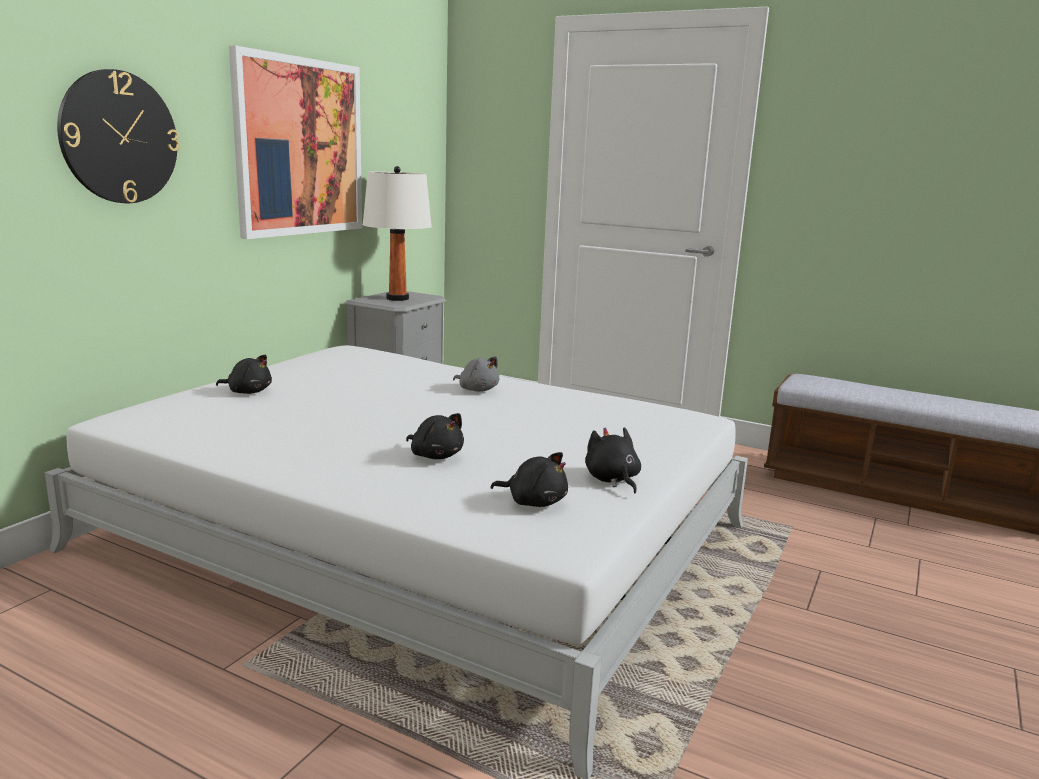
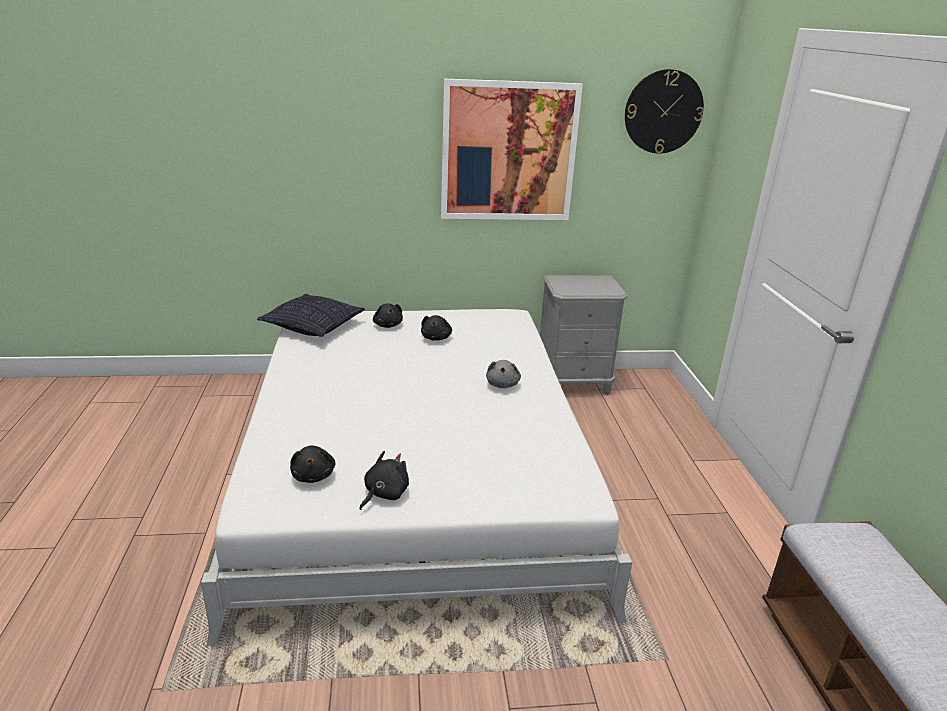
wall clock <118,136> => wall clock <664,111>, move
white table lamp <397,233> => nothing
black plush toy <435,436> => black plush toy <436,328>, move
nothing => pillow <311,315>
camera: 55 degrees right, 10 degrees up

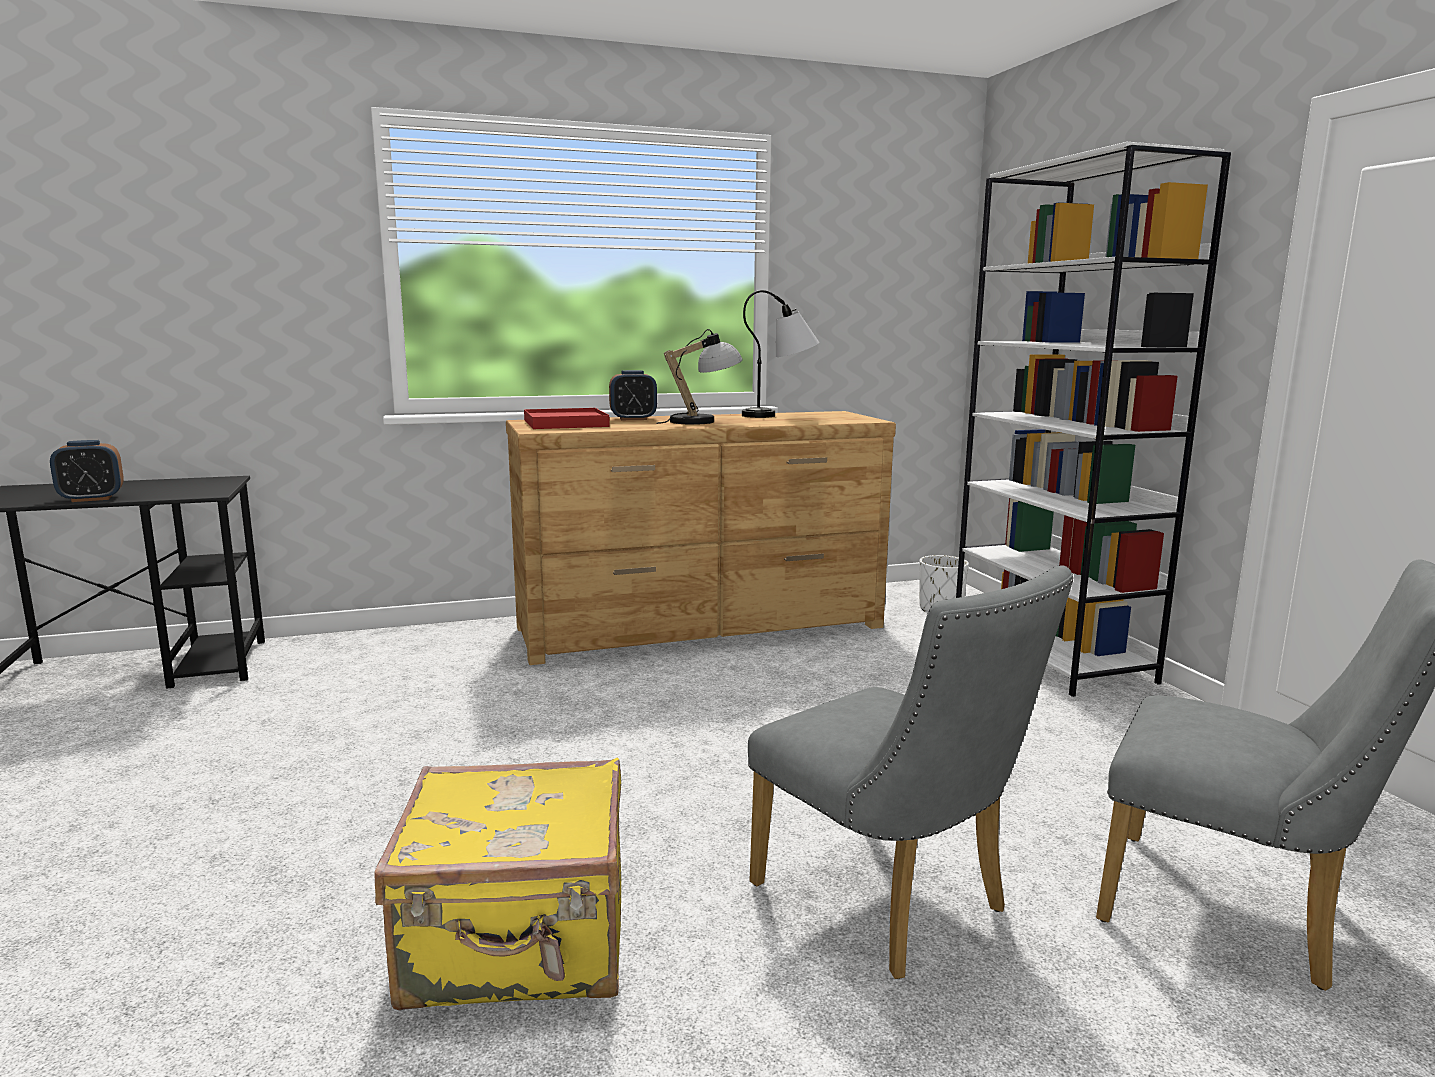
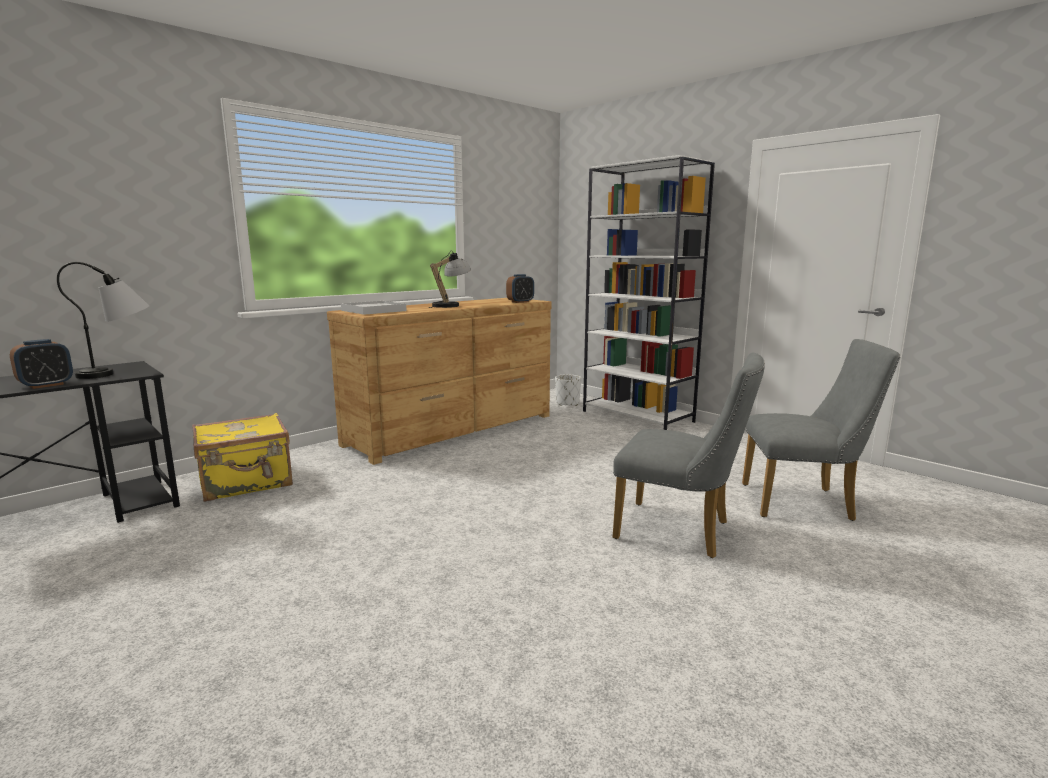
table lamp <780,354> => table lamp <103,320>, move
alarm clock <633,395> => alarm clock <520,288>, move
red tray <567,418> => white tray <373,308>
yellow suitcase <497,884> => yellow suitcase <242,457>, move
camera: 25 degrees left, 0 degrees up

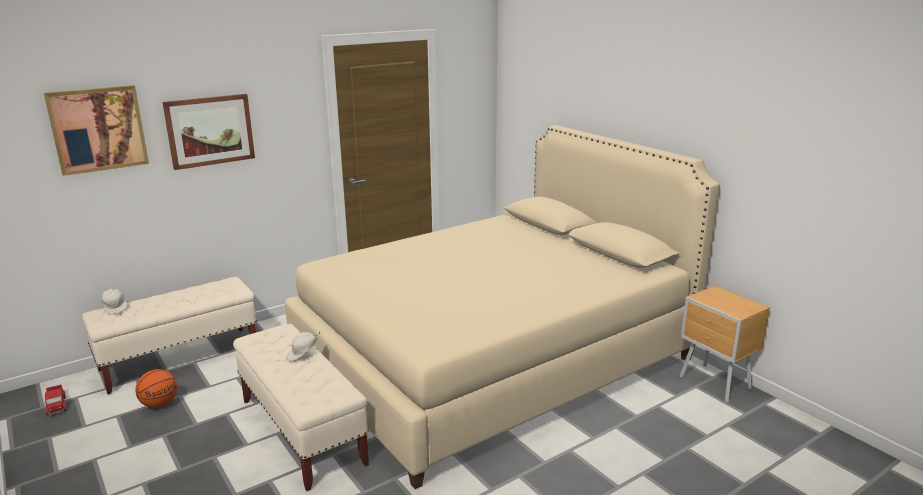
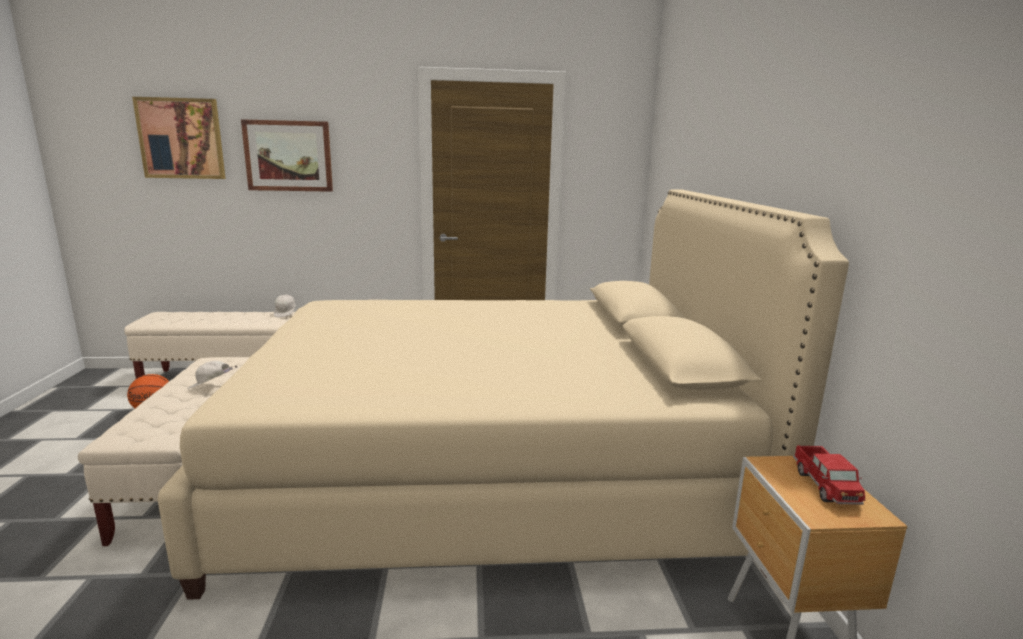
white cap <114,302> => white cap <285,306>, move
toy truck <54,400> => toy truck <829,475>, move
camera: 30 degrees right, 5 degrees down

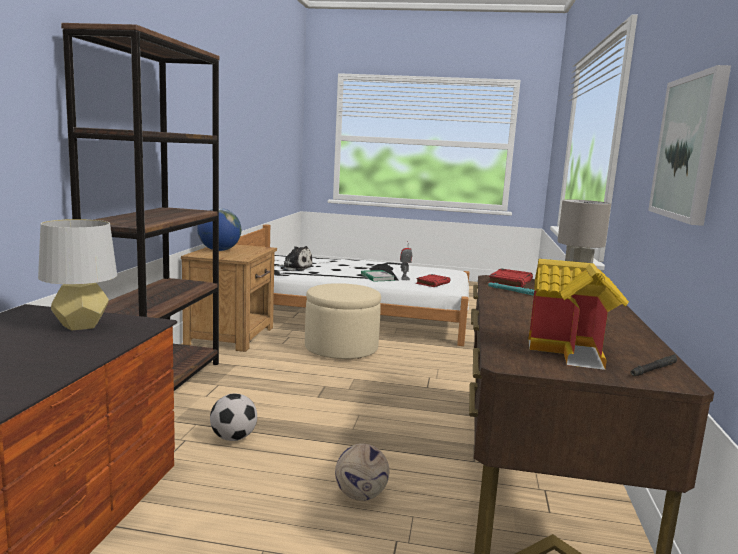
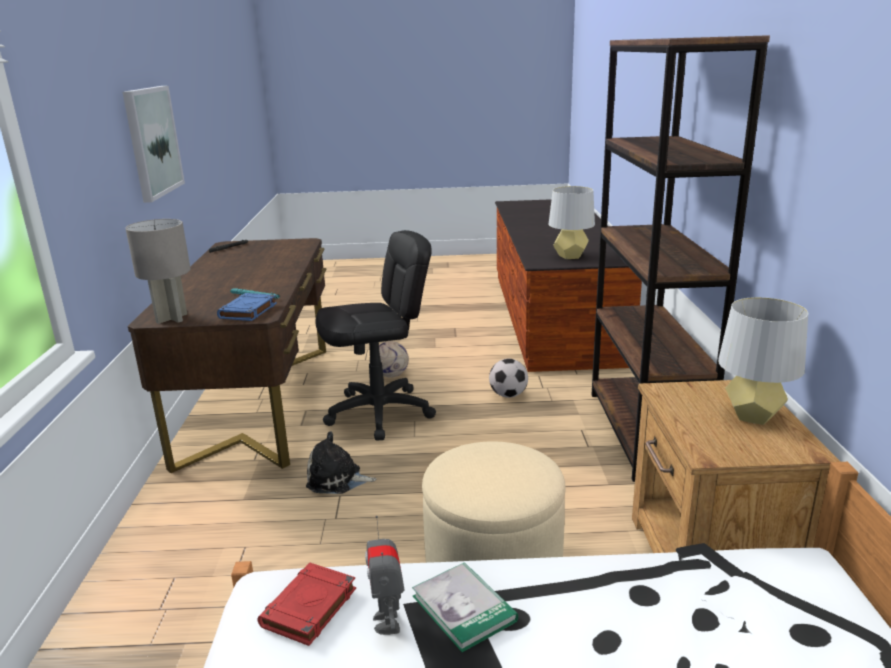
globe <219,229> => grey table lamp <763,361>
plush toy <294,258> => plush toy <341,462>, move
toy house <578,314> => nothing
red book <510,278> => blue book <247,307>
nothing => black office chair <375,335>
camera: 170 degrees right, 10 degrees up

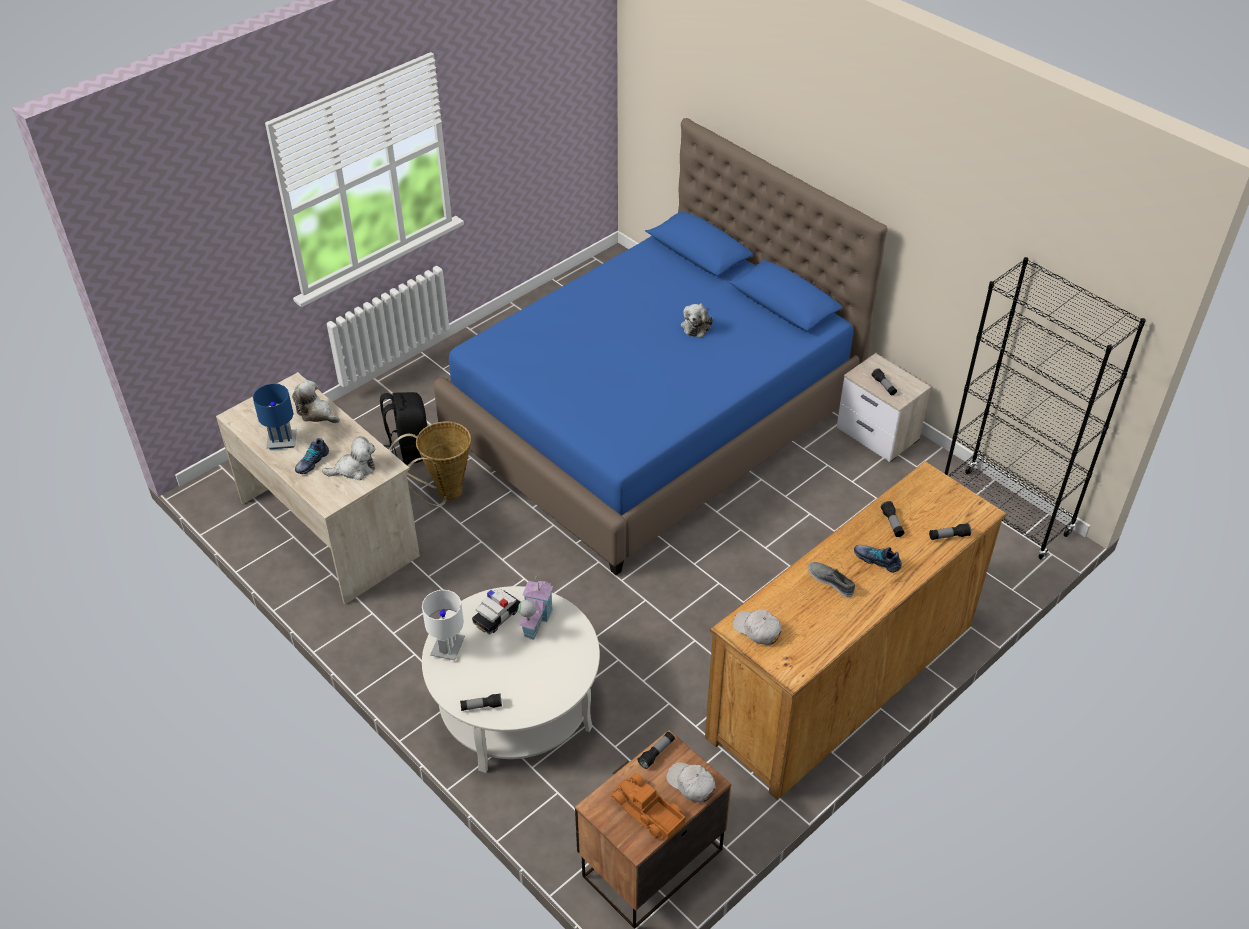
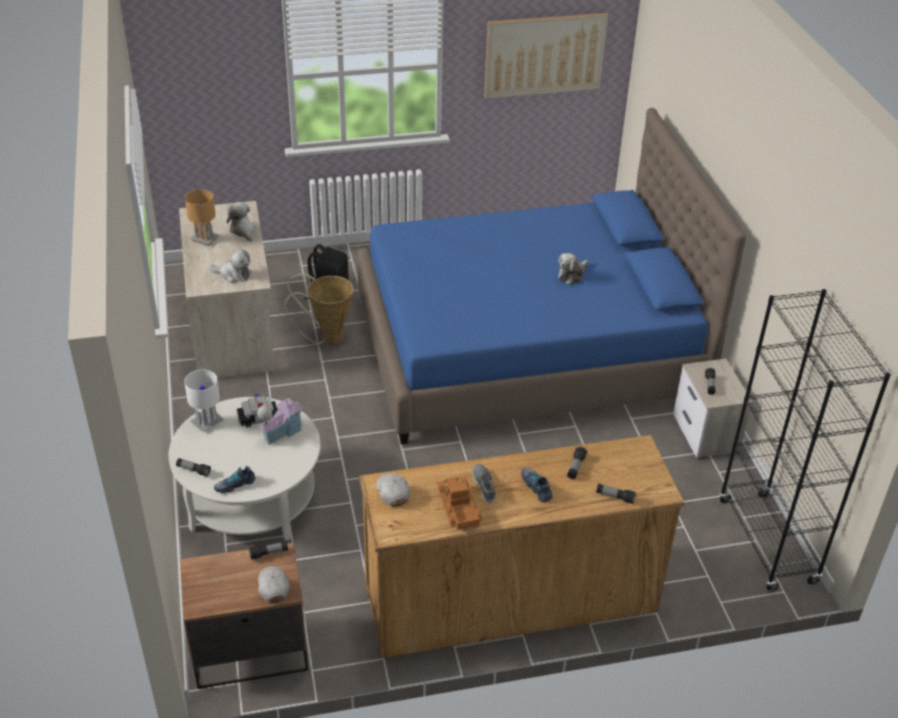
blue table lamp <275,416> => brown table lamp <202,217>
shoe <312,456> => shoe <234,479>, move
toy truck <648,806> => toy truck <459,503>, move
nothing => picture <546,56>
camera: 30 degrees right, 5 degrees down

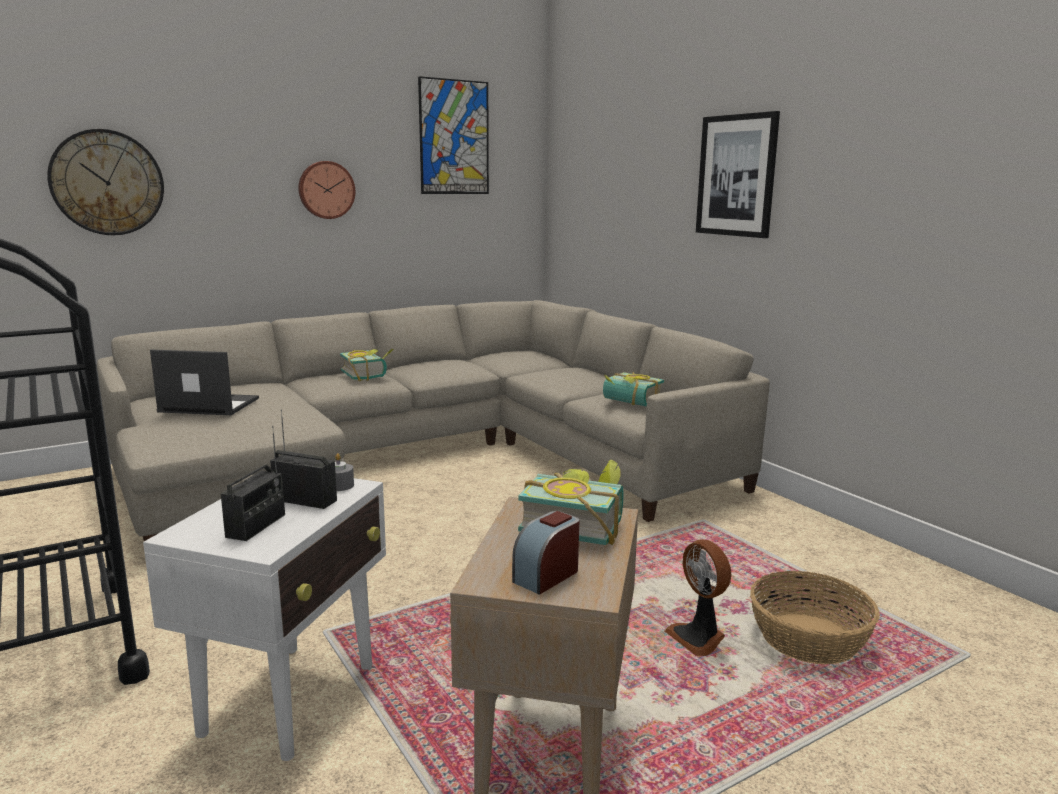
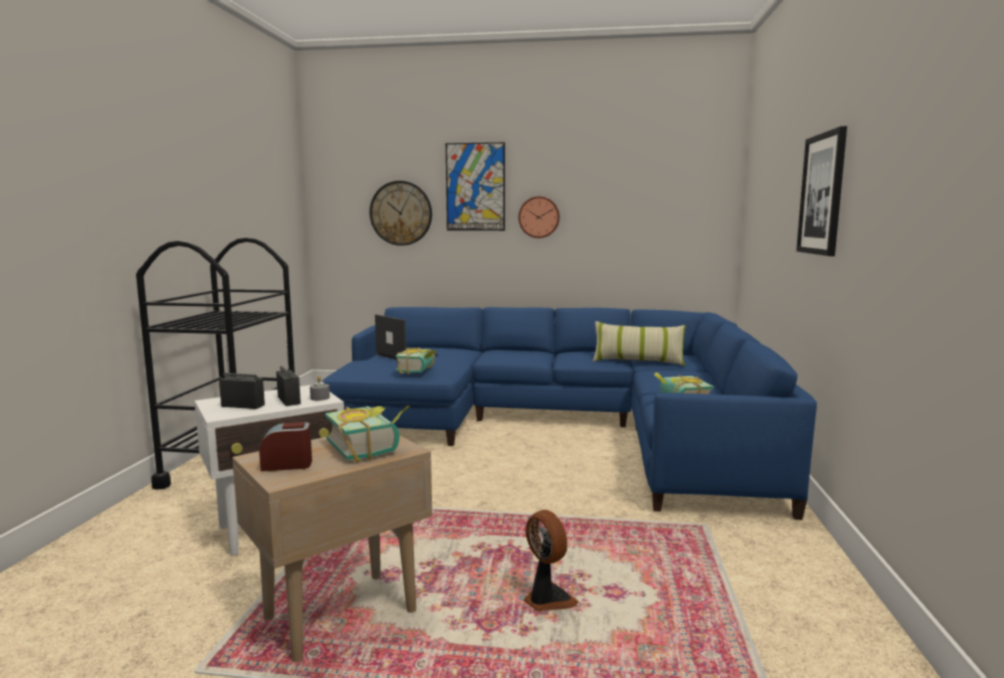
picture <453,135> => picture <475,186>, move
beige sofa <433,420> => blue sofa <569,413>
book <367,365> => book <416,361>, move
radio <253,483> => radio <242,379>, 135 degrees counterclockwise
fan <698,597> => fan <551,560>, 135 degrees clockwise
basket <815,617> => nothing
nothing => pillow <639,343>
camera: 40 degrees right, 5 degrees down

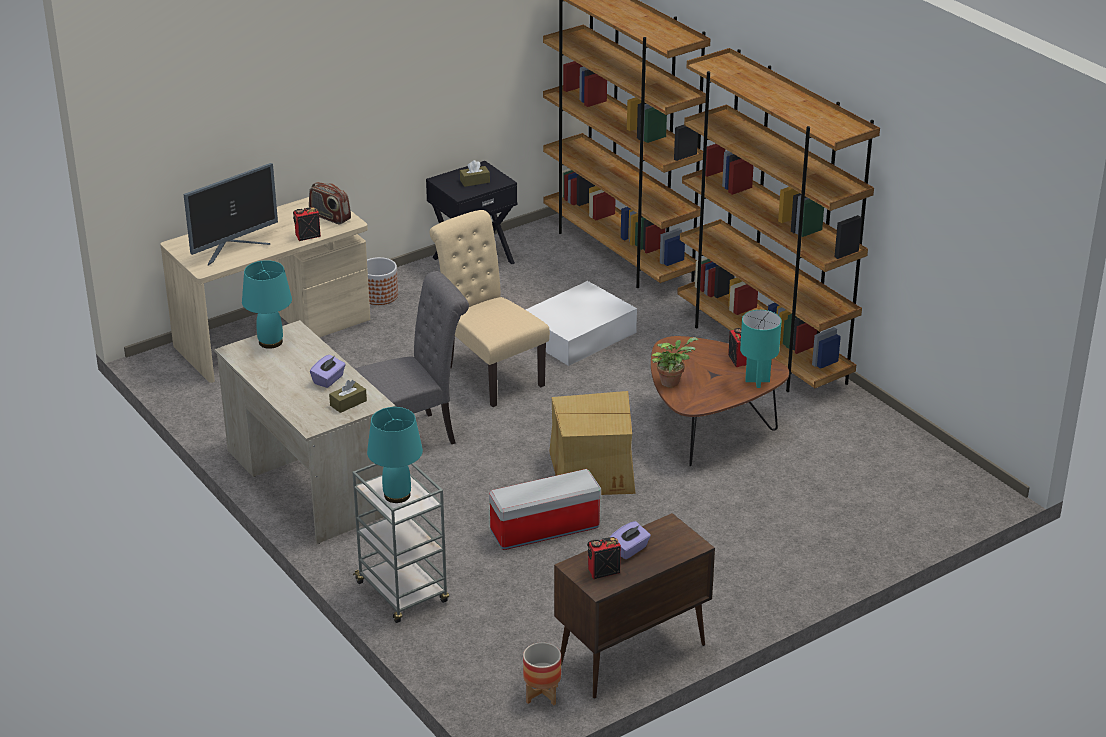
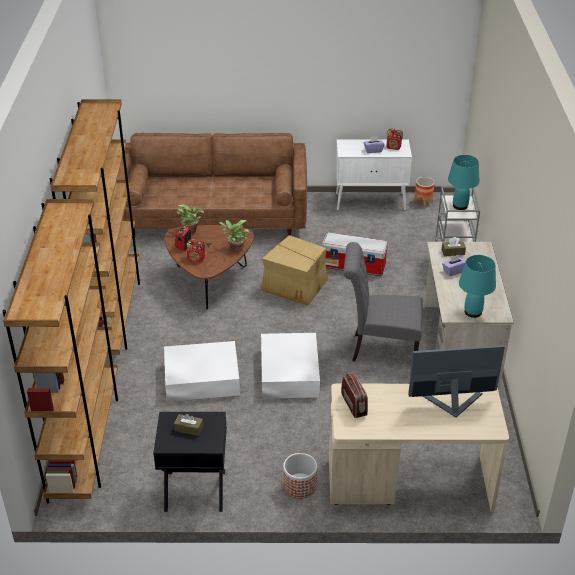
radio <307,224> => radio <196,250>, move
beige chair <490,308> => white storage box <290,366>
turquoise table lamp <761,349> => potted plant <190,219>
brown cabinet <634,606> => white cabinet <374,174>
nothing => brown sofa <212,184>
camera: 145 degrees left, 5 degrees up

